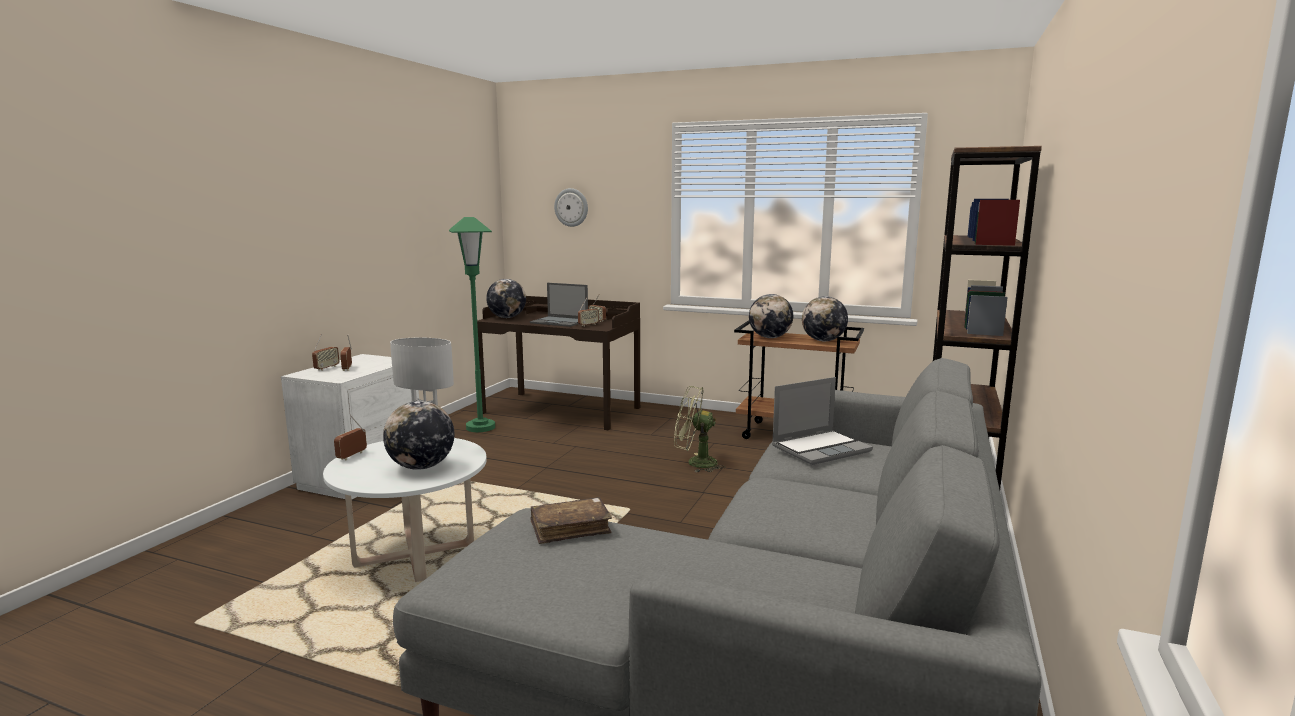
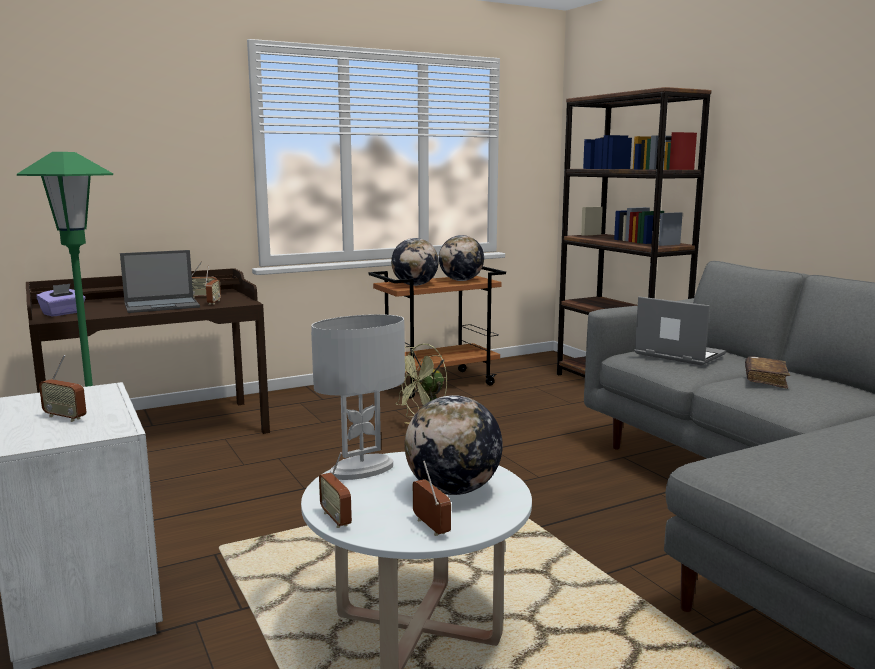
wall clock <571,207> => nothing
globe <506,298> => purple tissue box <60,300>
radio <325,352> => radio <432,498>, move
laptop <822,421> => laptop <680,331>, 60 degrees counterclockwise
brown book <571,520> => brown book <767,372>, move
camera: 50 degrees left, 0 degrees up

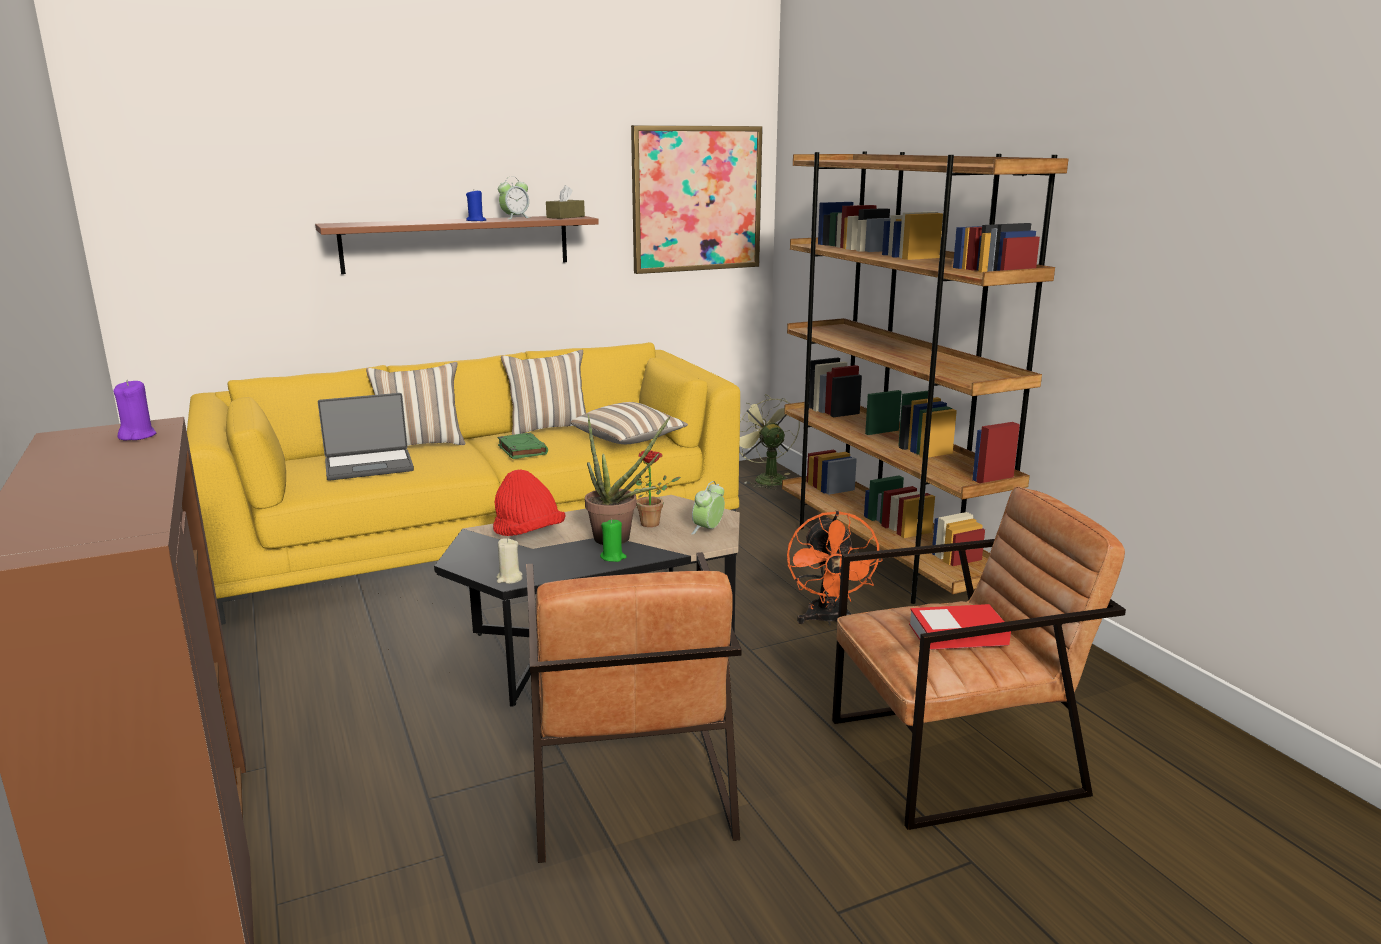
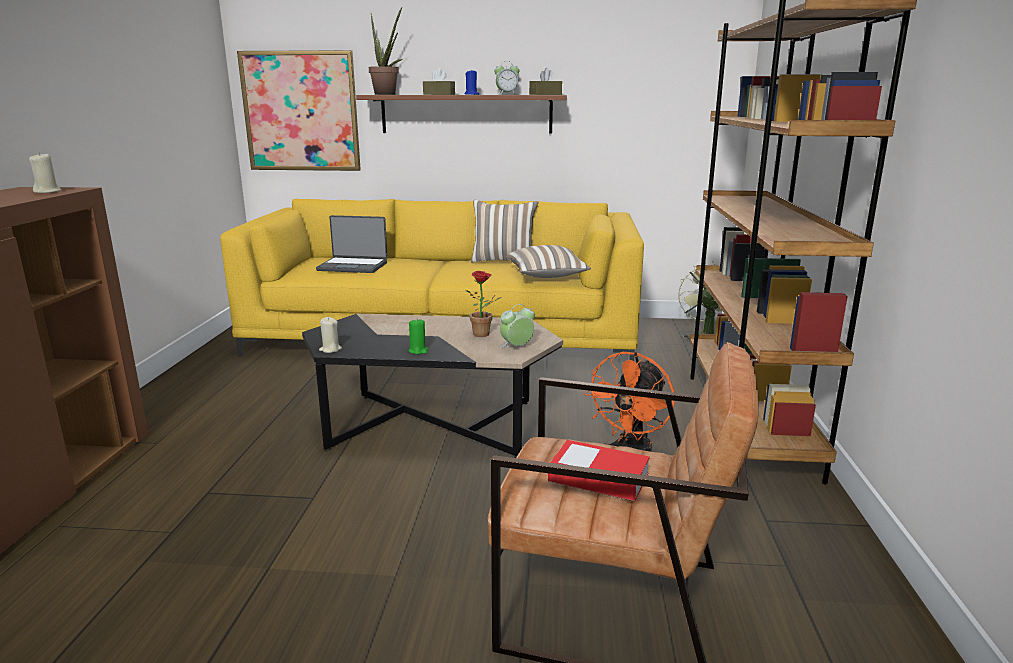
picture <697,199> => picture <299,110>, move
pillow <415,404> => nothing
purple candle <135,410> => beige candle <45,172>
potted plant <628,479> => potted plant <385,51>, move
green book <523,446> => nothing
red hat <529,502> => nothing
brown armchair <633,707> => nothing
nothing => brown tissue box <439,81>
camera: 30 degrees right, 0 degrees up

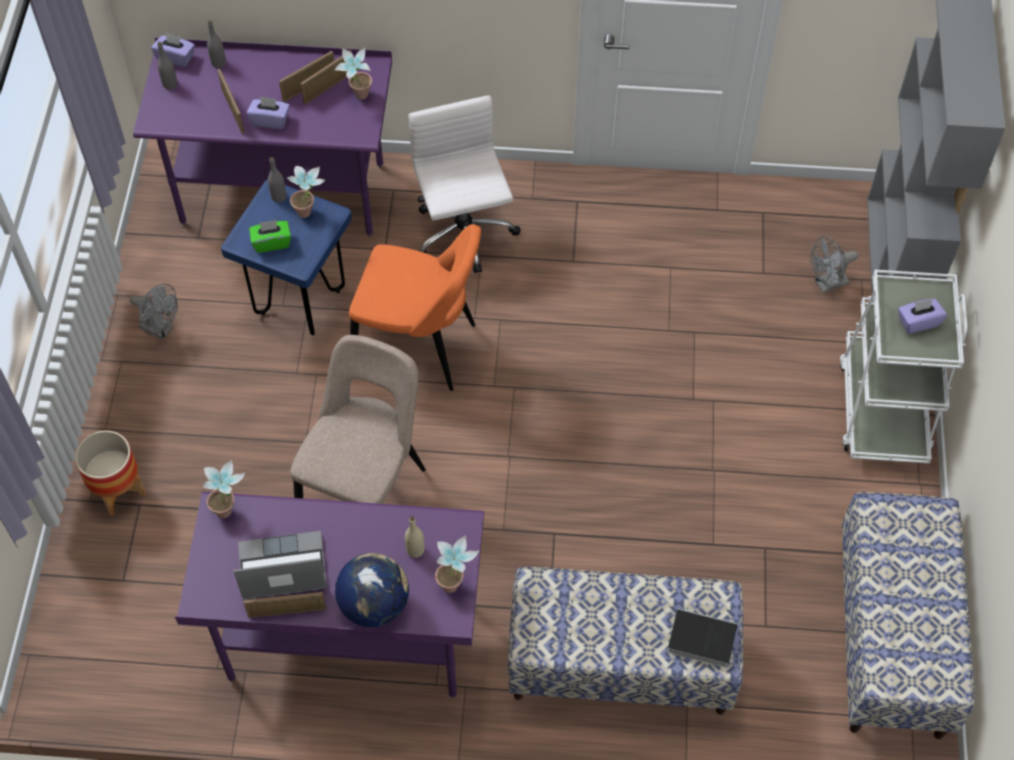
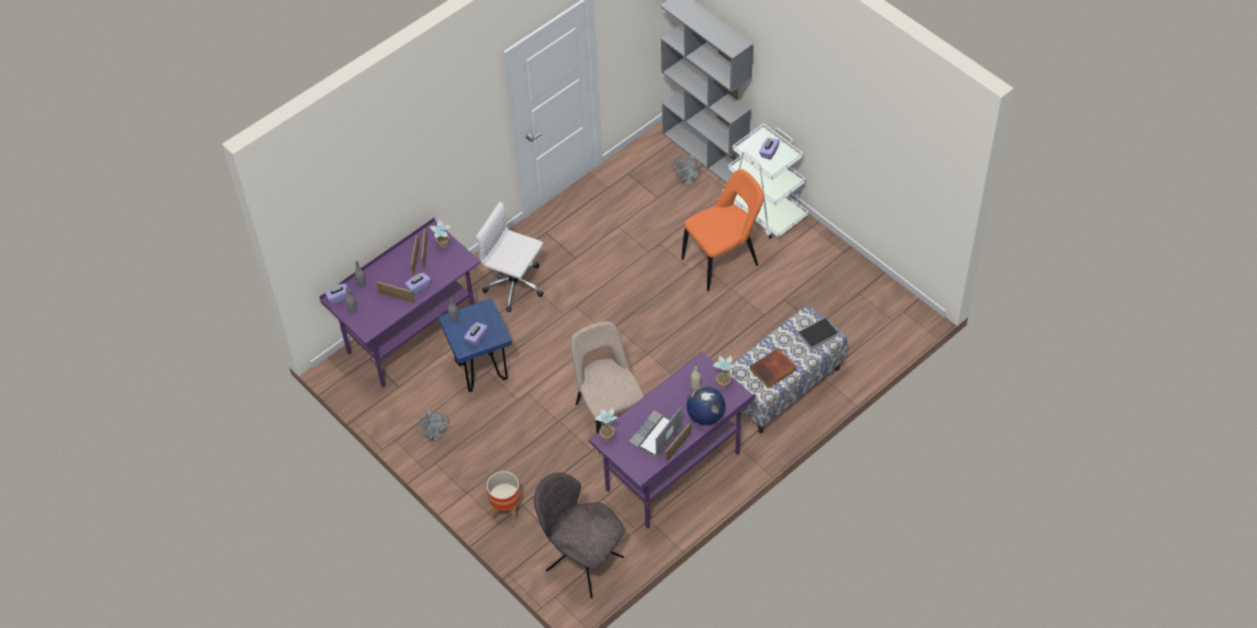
potted plant <306,192> => nothing
green tissue box <270,236> => purple tissue box <476,334>
orange chair <415,307> => orange chair <723,230>, move
grey fan <154,311> => grey fan <432,425>, 90 degrees clockwise
bench <908,615> => nothing
nothing => book <773,368>
nothing => grey chair <579,535>
camera: 45 degrees left, 5 degrees down

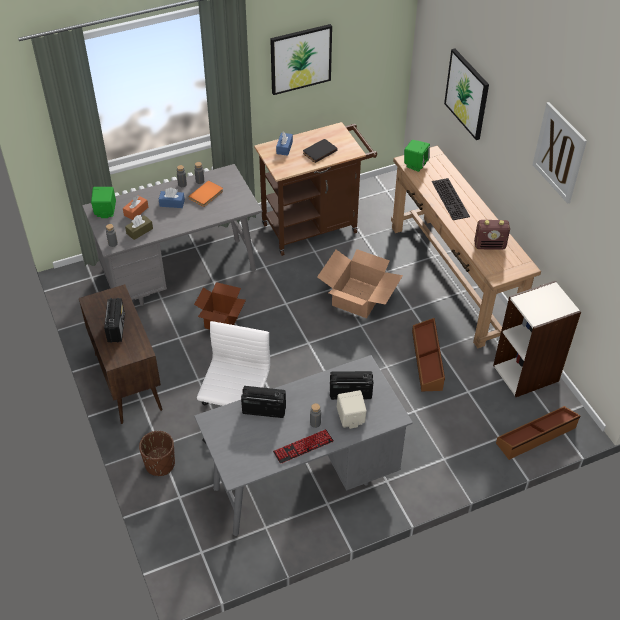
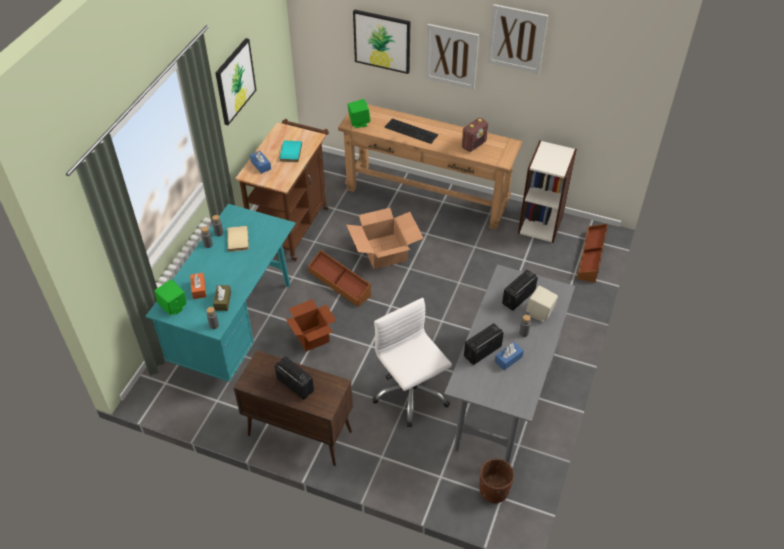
black book <320,151> => turquoise book <290,151>
grey desk <172,235> => turquoise desk <221,293>
orange book <205,193> => beige book <238,239>
blue tissue box <172,198> => blue tissue box <509,356>, move
brown storage box <428,355> => brown storage box <339,278>, move
keyboard <303,446> => nothing
brown planter <157,453> => brown planter <496,481>, move
nothing => picture <452,56>
camera: 45 degrees left, 0 degrees up

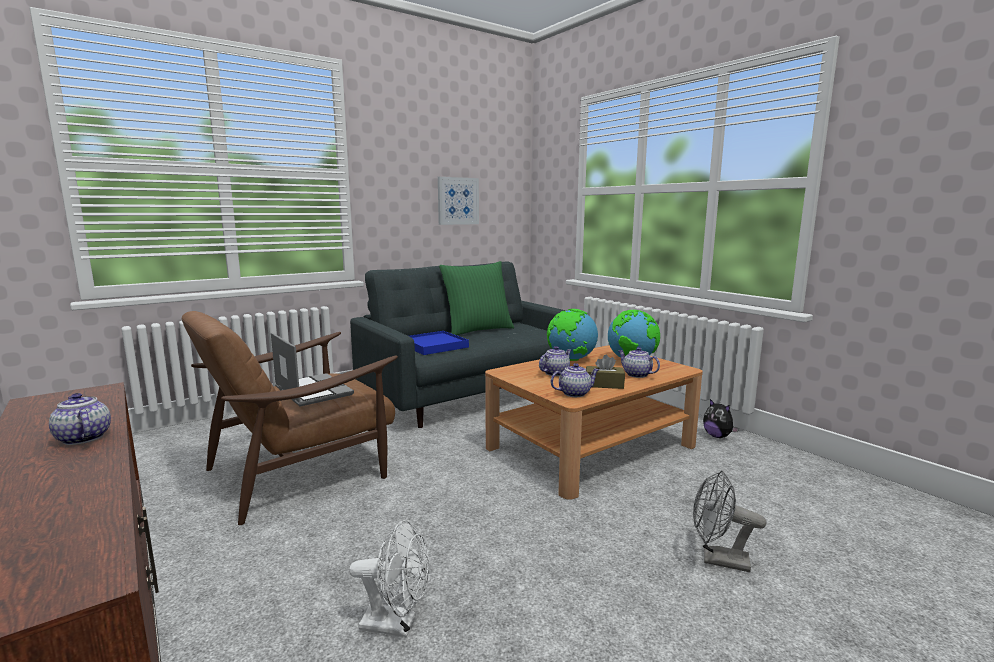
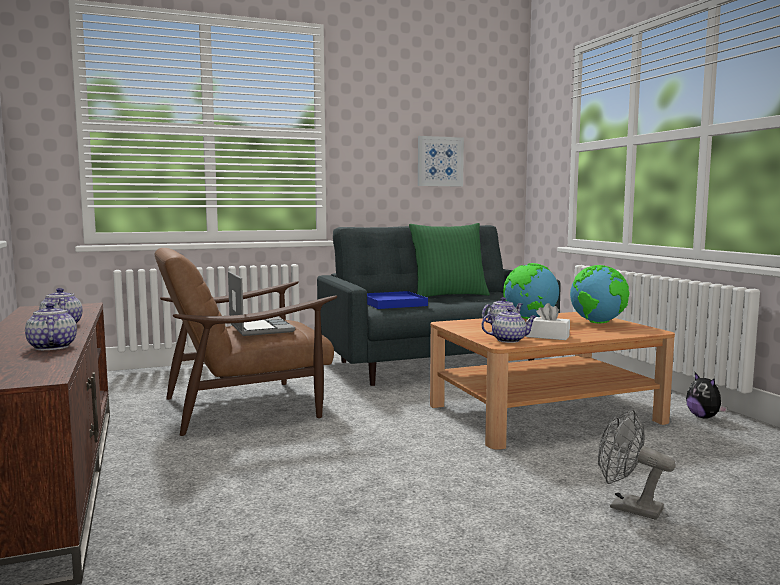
teapot <639,362> => teapot <51,326>, move
brown tissue box <605,372> => white tissue box <548,321>
white fan <389,578> => nothing
camera: 15 degrees right, 5 degrees down

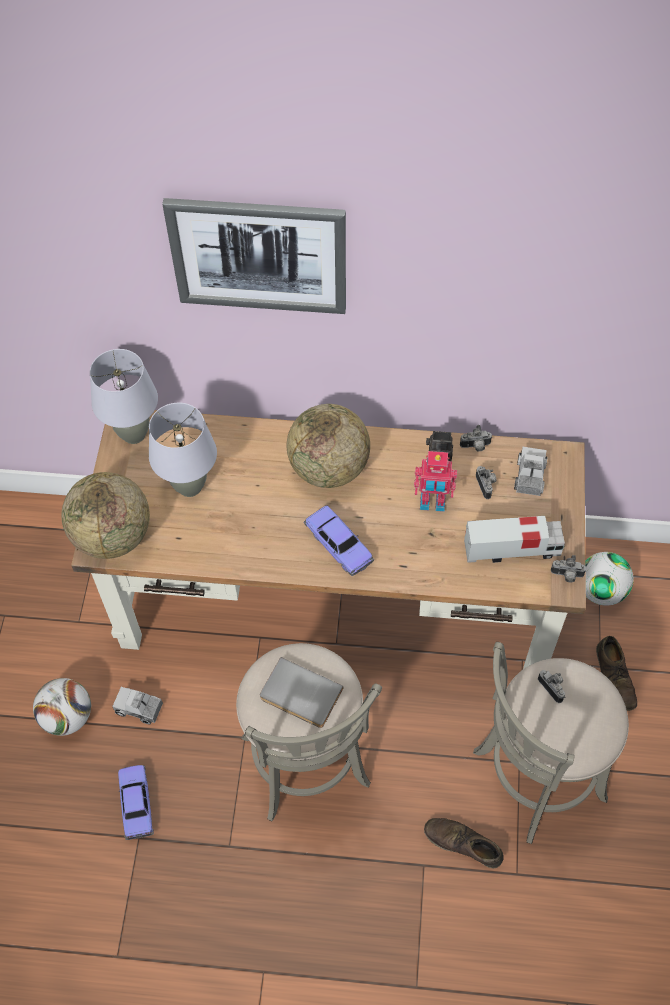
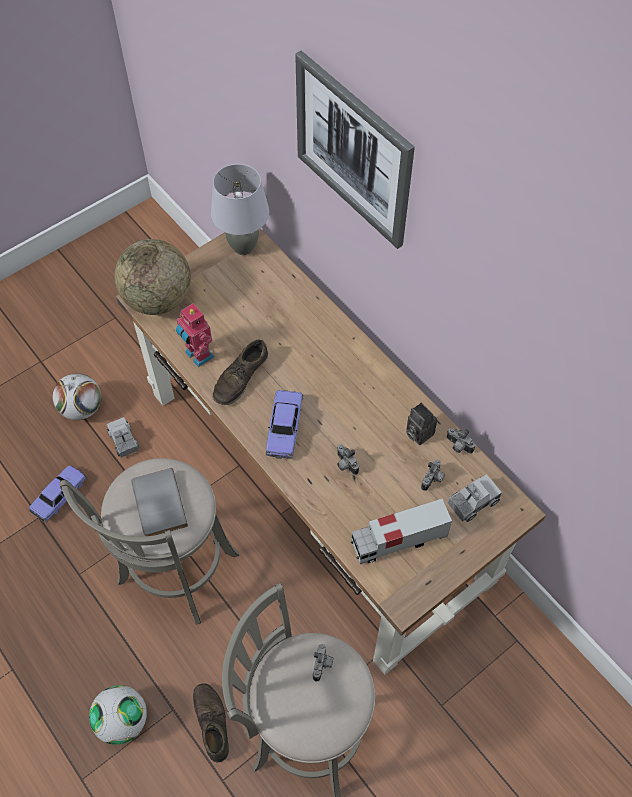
grey table lamp <183,450> => nothing
globe <328,446> => nothing
toy robot <435,481> => toy robot <195,335>, move
toy truck <514,539> => toy truck <401,531>, 120 degrees clockwise
football <610,579> => football <118,715>, move
photo camera <568,568> => photo camera <348,459>, move
brown shoe <616,673> => brown shoe <240,372>, move
camera: 45 degrees right, 0 degrees up

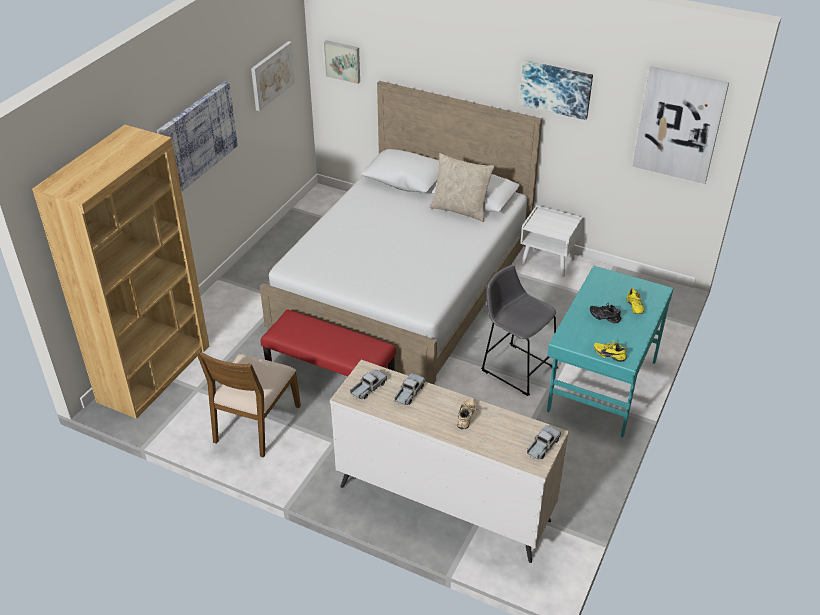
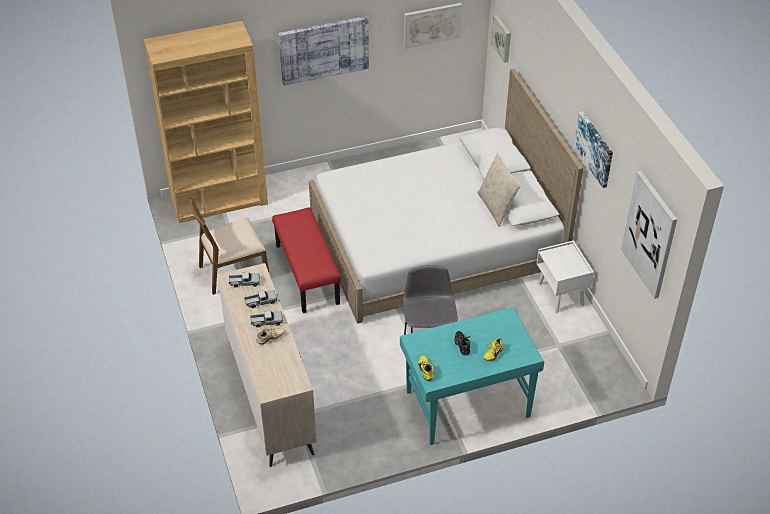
toy truck <544,442> => toy truck <266,319>, move
camera: 45 degrees right, 5 degrees up

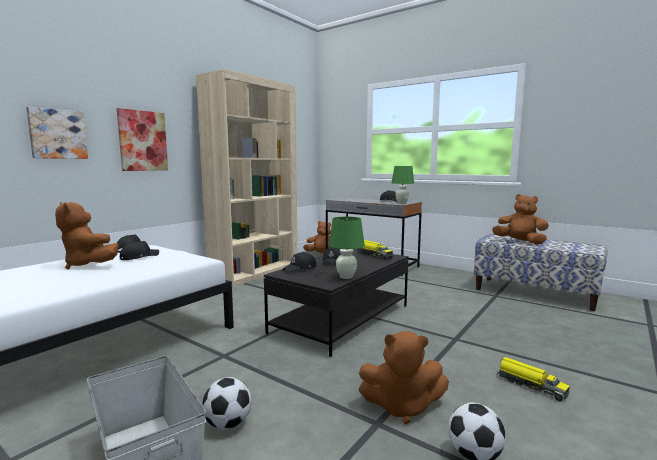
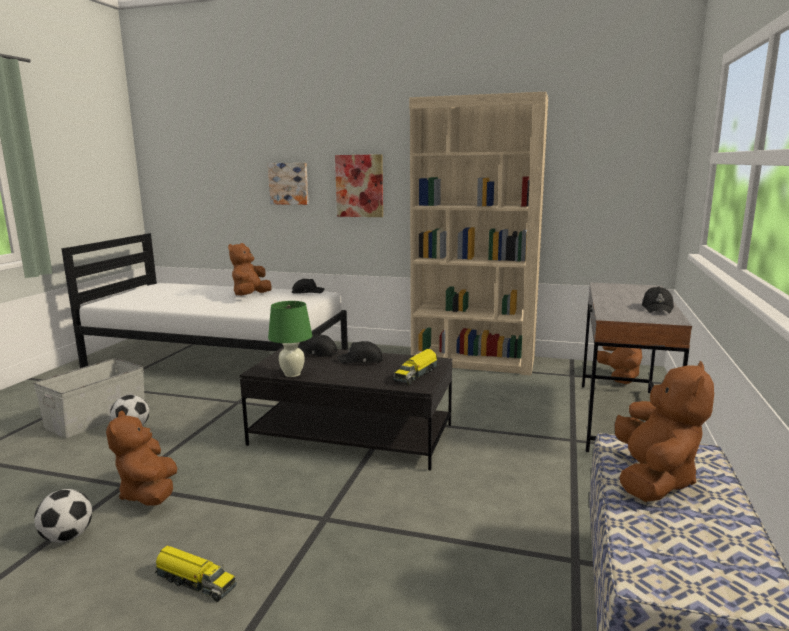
green table lamp <403,185> => nothing
black cap <139,250> => nothing
toy truck <533,379> => toy truck <196,574>, 90 degrees counterclockwise
camera: 70 degrees right, 5 degrees up

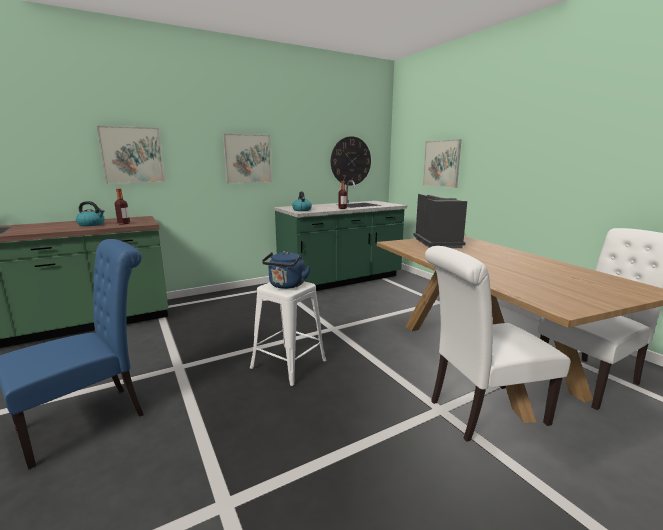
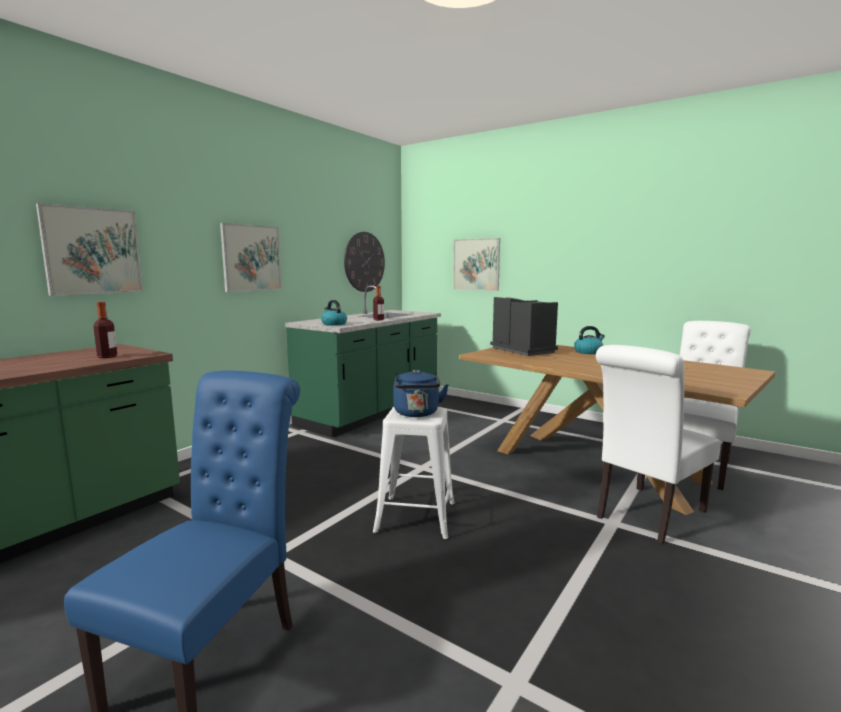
kettle <90,213> => kettle <589,340>, move
camera: 25 degrees left, 5 degrees down

